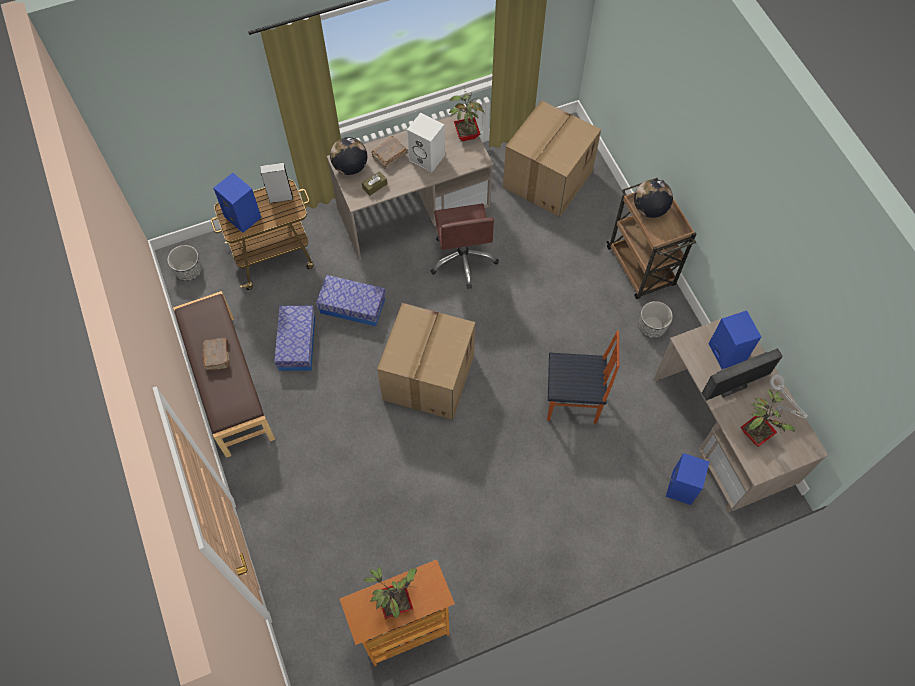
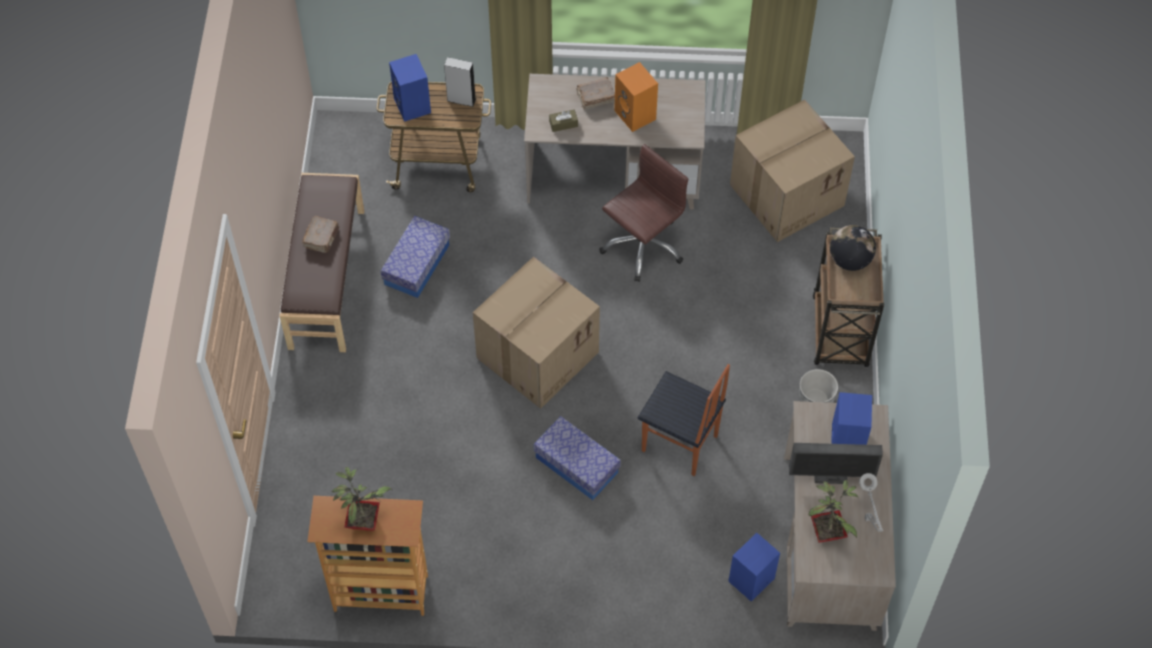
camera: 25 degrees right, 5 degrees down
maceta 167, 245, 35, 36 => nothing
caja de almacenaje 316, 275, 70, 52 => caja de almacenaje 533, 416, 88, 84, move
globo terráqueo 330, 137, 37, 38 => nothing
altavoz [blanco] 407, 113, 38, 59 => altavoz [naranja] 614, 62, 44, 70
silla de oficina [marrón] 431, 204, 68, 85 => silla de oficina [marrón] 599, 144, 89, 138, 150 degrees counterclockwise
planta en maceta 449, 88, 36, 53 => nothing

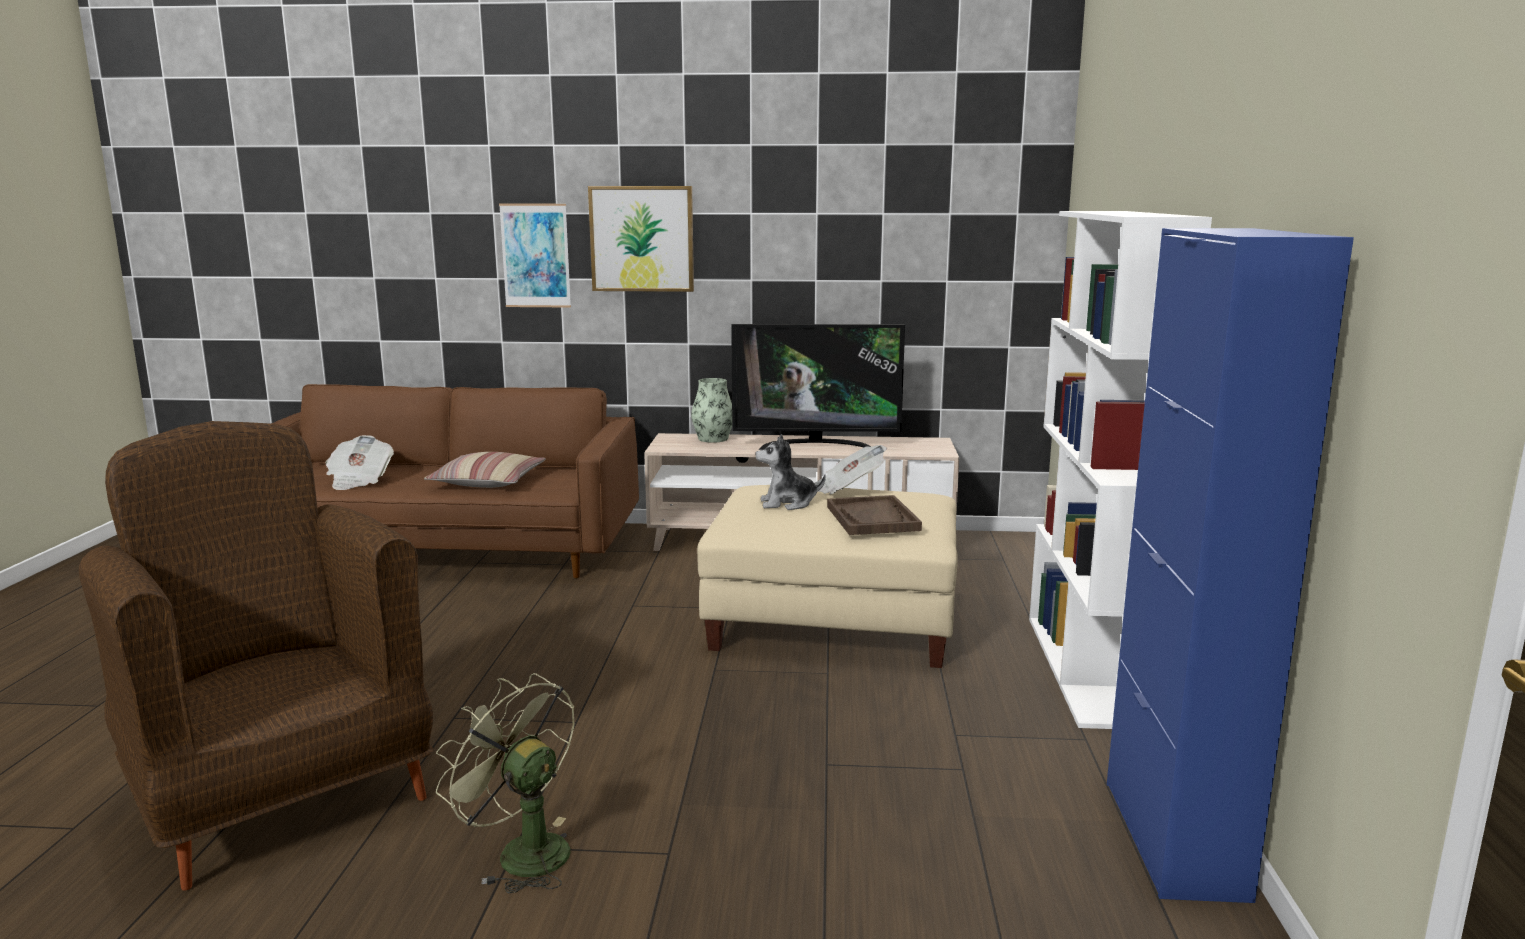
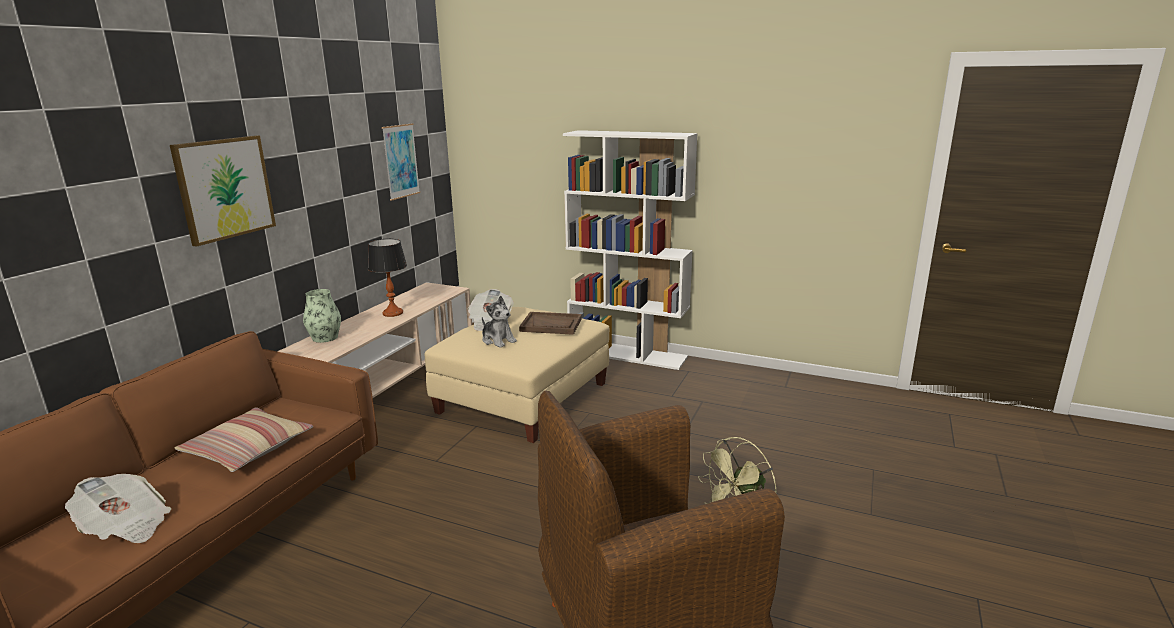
camera: 70 degrees left, 5 degrees up
cuadro 499, 204, 72, 104 => cuadro 382, 123, 38, 78, move
televisor 731, 324, 174, 126 => lámpara de mesa 367, 239, 40, 78
peluche 755, 434, 71, 76 => peluche 482, 296, 35, 52, 60 degrees counterclockwise
armario [azul] 1107, 228, 247, 675 => nothing

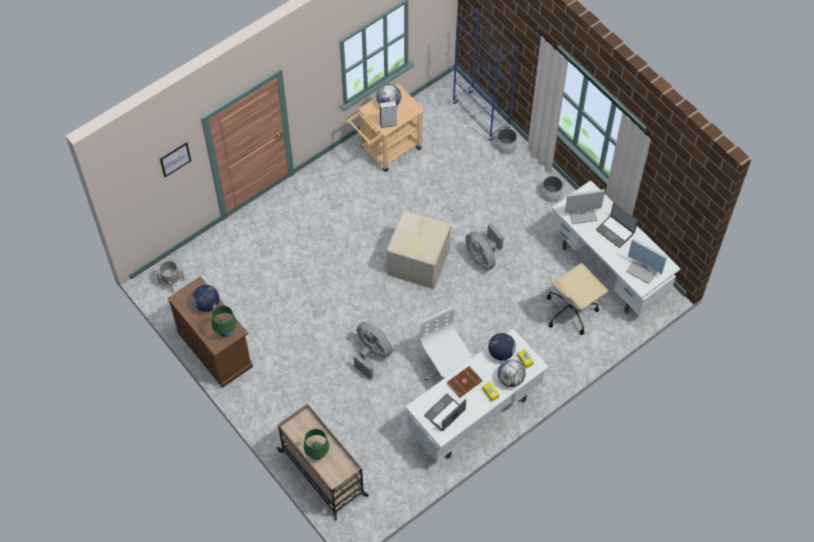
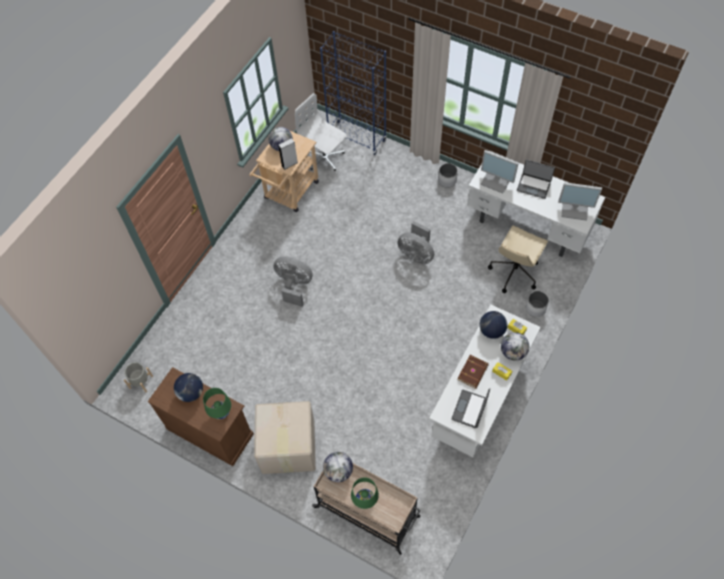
camera: 20 degrees left, 0 degrees up
cuadro 160, 142, 31, 35 => nothing
ventilador [gris] 354, 322, 39, 58 => ventilador [gris] 274, 256, 39, 51, move
caja de cartón 386, 210, 65, 79 => caja de cartón 254, 401, 62, 73, move
silla de oficina [blanco] 420, 307, 53, 73 => silla de oficina [blanco] 295, 93, 52, 78, move
maceta [blanco] 496, 128, 21, 26 => maceta [blanco] 526, 291, 23, 26, move
monitor 565, 189, 40, 35 => monitor 480, 150, 39, 43, 120 degrees counterclockwise
nothing => globo terráqueo 323, 452, 30, 30

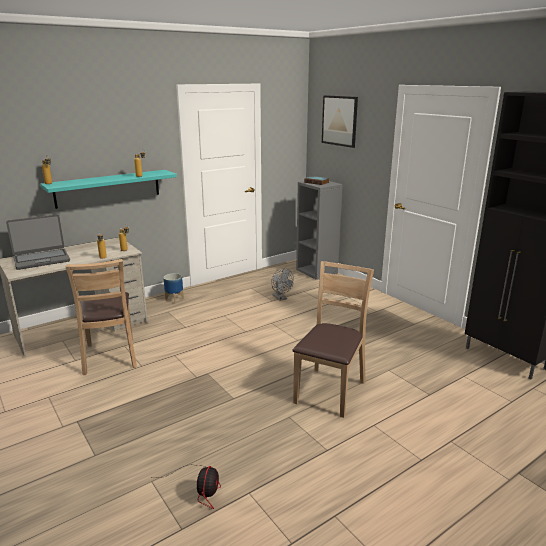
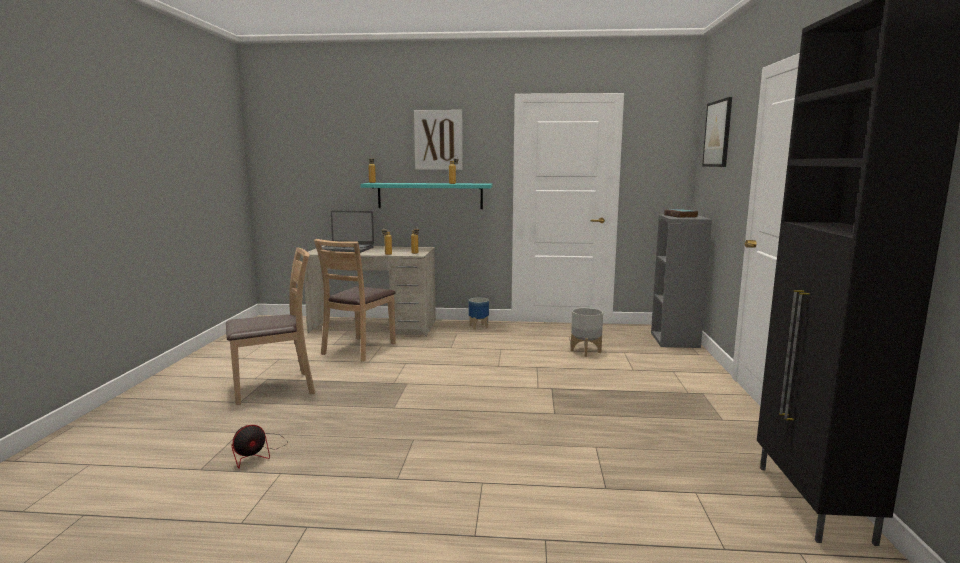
camera: 40 degrees right, 10 degrees down
ventilador [gris] 271, 268, 23, 33 => maceta [gris] 571, 308, 32, 49
silla [marrón] 293, 261, 81, 157 => silla [marrón] 226, 247, 89, 158, move
nothing => cuadro 414, 110, 49, 60

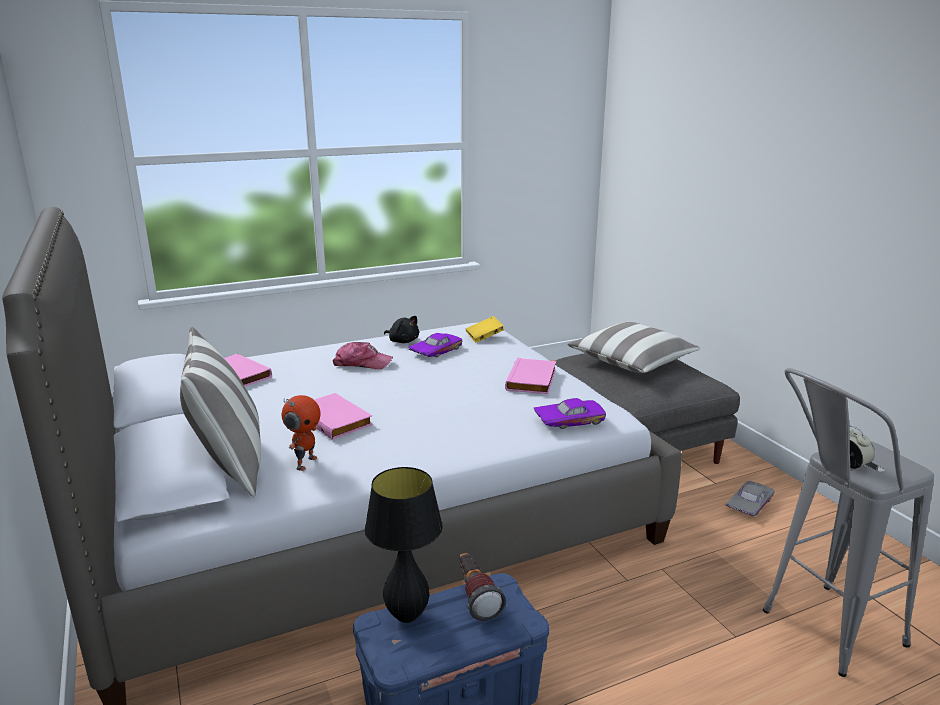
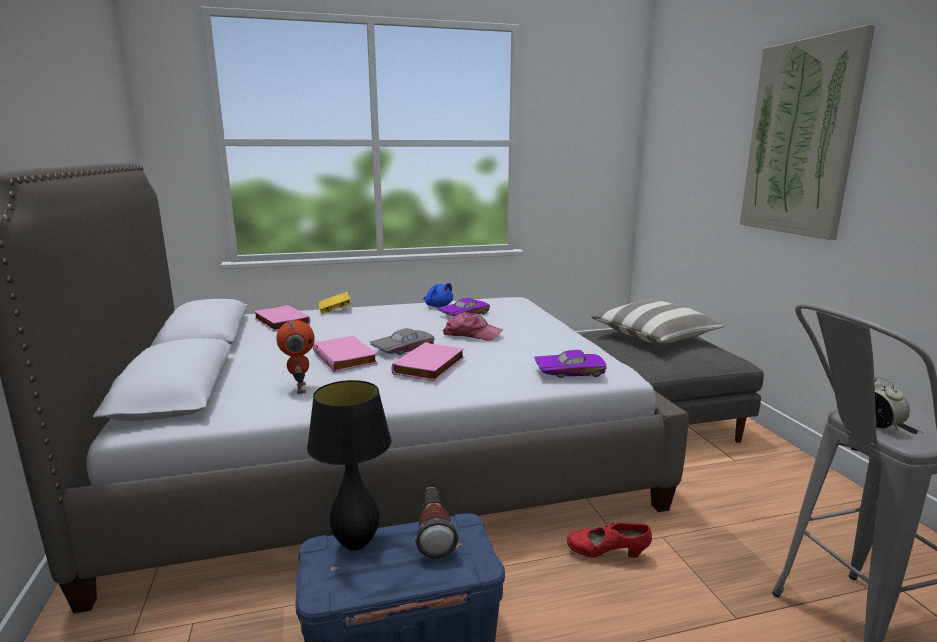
camera: 10 degrees right, 5 degrees down
cojín 180, 327, 81, 170 => nothing
robot de juguete 282, 395, 38, 76 => robot de juguete 276, 320, 39, 74, 45 degrees counterclockwise
gorra 333, 342, 60, 27 => gorra 443, 312, 60, 28, move
peluche [negro] 384, 316, 35, 27 => peluche [azul] 423, 283, 30, 24
libro [amarillo] 466, 316, 38, 27 => libro [amarillo] 319, 291, 32, 23, move
libro [rosa] 505, 357, 51, 37 => libro [rosa] 391, 342, 74, 39, move
coche de juguete [gris] 726, 481, 49, 35 => coche de juguete [gris] 370, 328, 64, 27, move
nothing => zapato [rojo] 567, 522, 85, 36
nothing => cuadro 740, 25, 135, 215

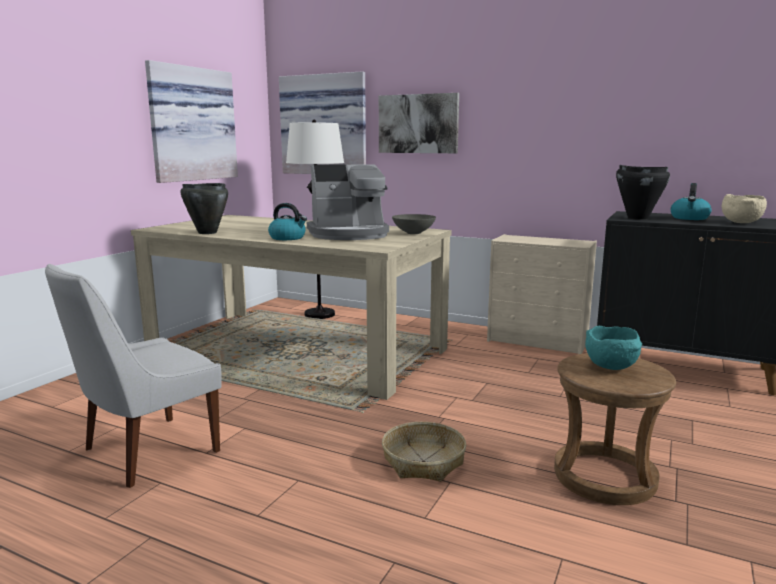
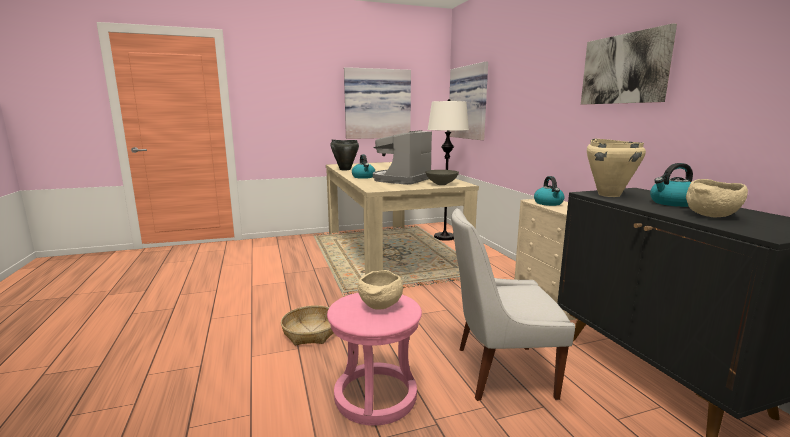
camera: 45 degrees right, 0 degrees up
silla [blanco] 45, 264, 177, 224 => silla [blanco] 451, 208, 124, 193, move
cafetera 307, 164, 82, 76 => cafetera 373, 130, 59, 55, 90 degrees clockwise
cuadro 379, 93, 80, 60 => cuadro 581, 23, 96, 81, move
taburete [marrón] 554, 353, 122, 152 => taburete [rosa] 327, 293, 95, 133
cuenco [turquesa] 585, 326, 57, 44 => cuenco [beis] 357, 270, 46, 40
olla [negro] 616, 165, 54, 55 => olla [beis] 587, 139, 59, 58
nothing => hervidor 534, 176, 31, 30

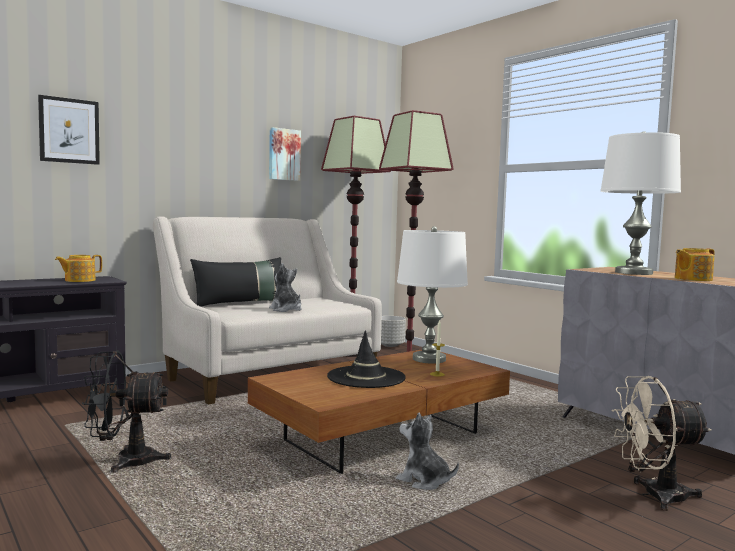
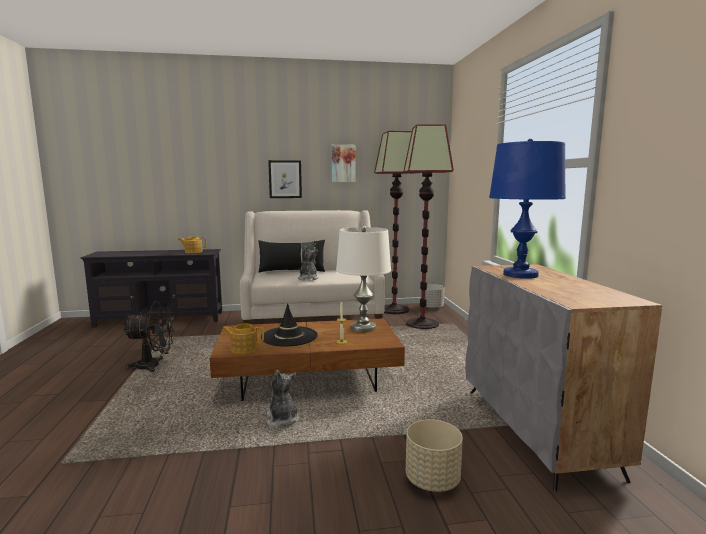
camera: 30 degrees right, 5 degrees up
cuadro 38, 95, 62, 70 => cuadro 268, 160, 34, 38, move
ventilador [negro] 82, 351, 89, 122 => ventilador [negro] 124, 301, 50, 71, 150 degrees clockwise
lámpara de mesa [blanco] 600, 131, 81, 144 => lámpara de mesa [azul] 489, 139, 77, 140
ventilador [beis] 611, 376, 100, 135 => maceta [beis] 406, 419, 57, 73
tetera 675, 248, 40, 33 => tetera 222, 324, 42, 30, move

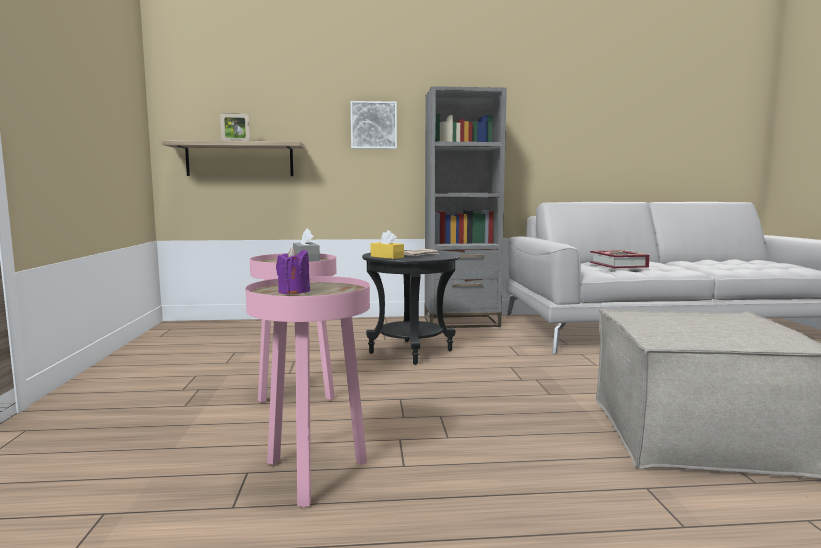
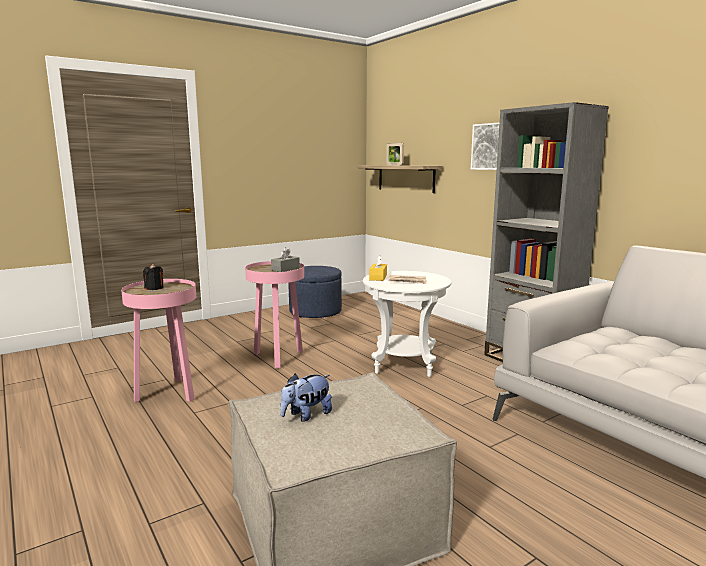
camera: 60 degrees right, 5 degrees up
vela [morado] 276, 247, 34, 47 => vela [negro] 143, 264, 20, 26
mesa auxiliar [negro] 362, 250, 98, 115 => mesa auxiliar [blanco] 363, 271, 88, 106
libro 590, 250, 60, 19 => nothing
nothing => peluche 280, 374, 52, 48
nothing => puf [azul] 288, 266, 54, 52

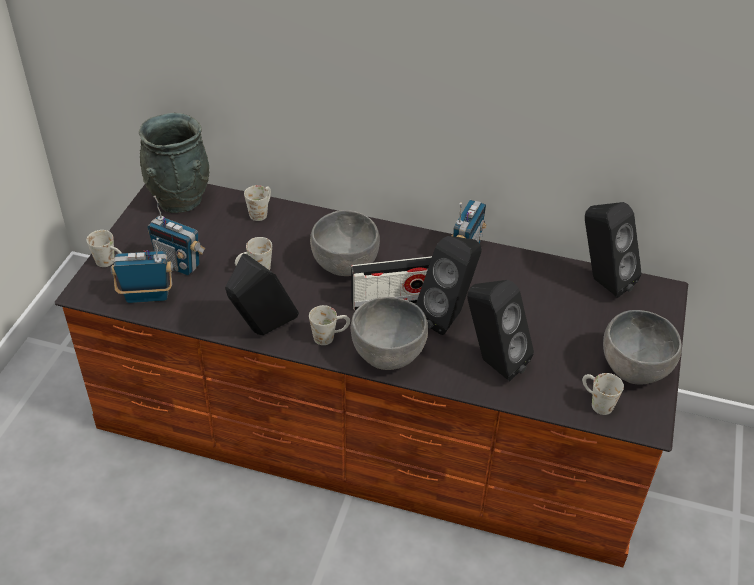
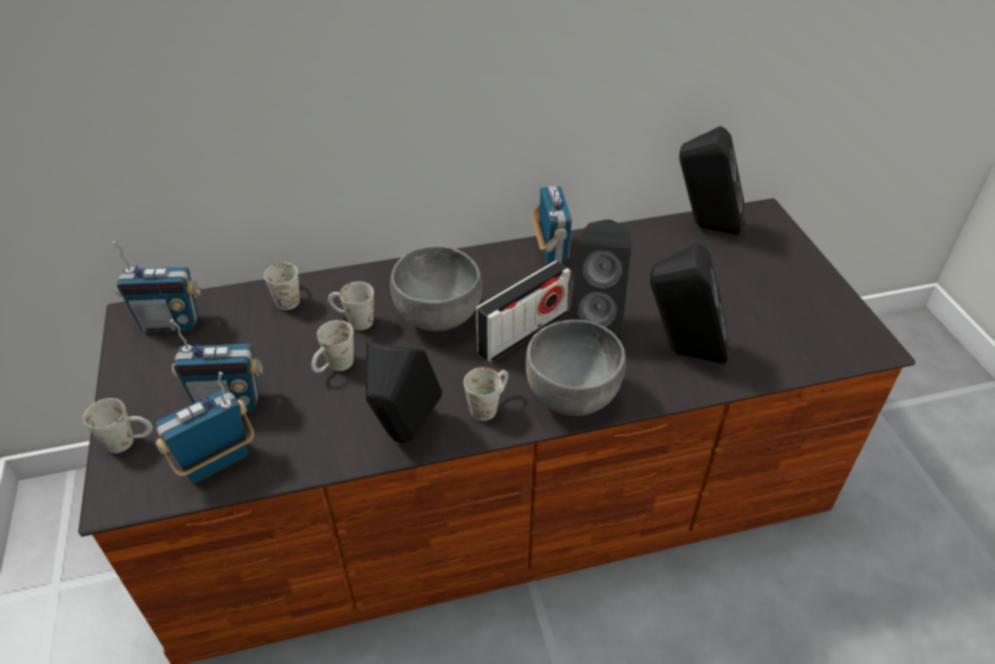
camera: 30 degrees left, 0 degrees up
florero [gris] 139, 113, 70, 100 => radio 112, 241, 89, 91
taza grande [blanco] 582, 373, 42, 42 => taza grande [blanco] 328, 281, 46, 49, move
cuenco [gris] 603, 310, 79, 74 => nothing

